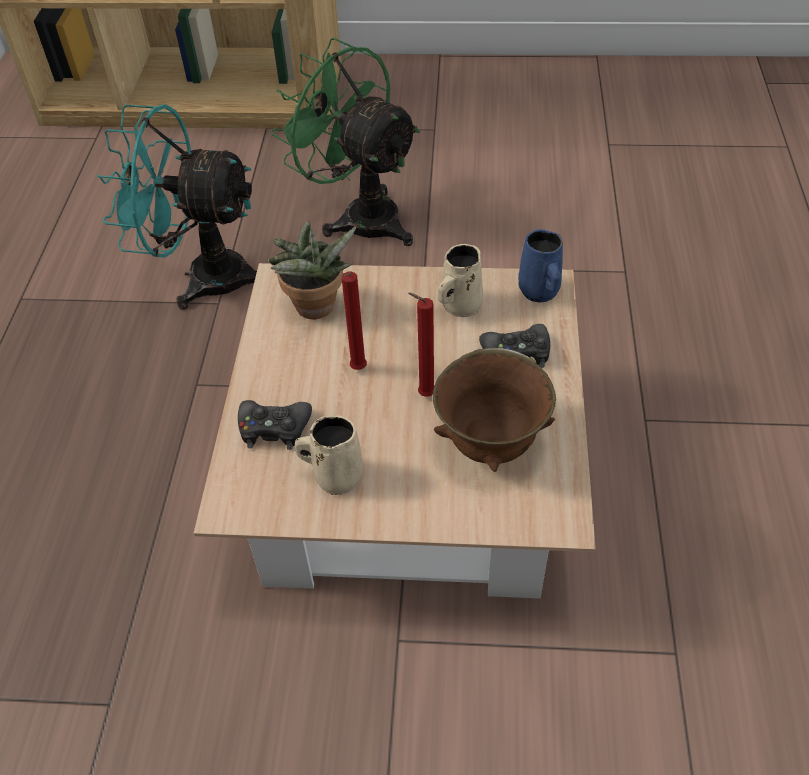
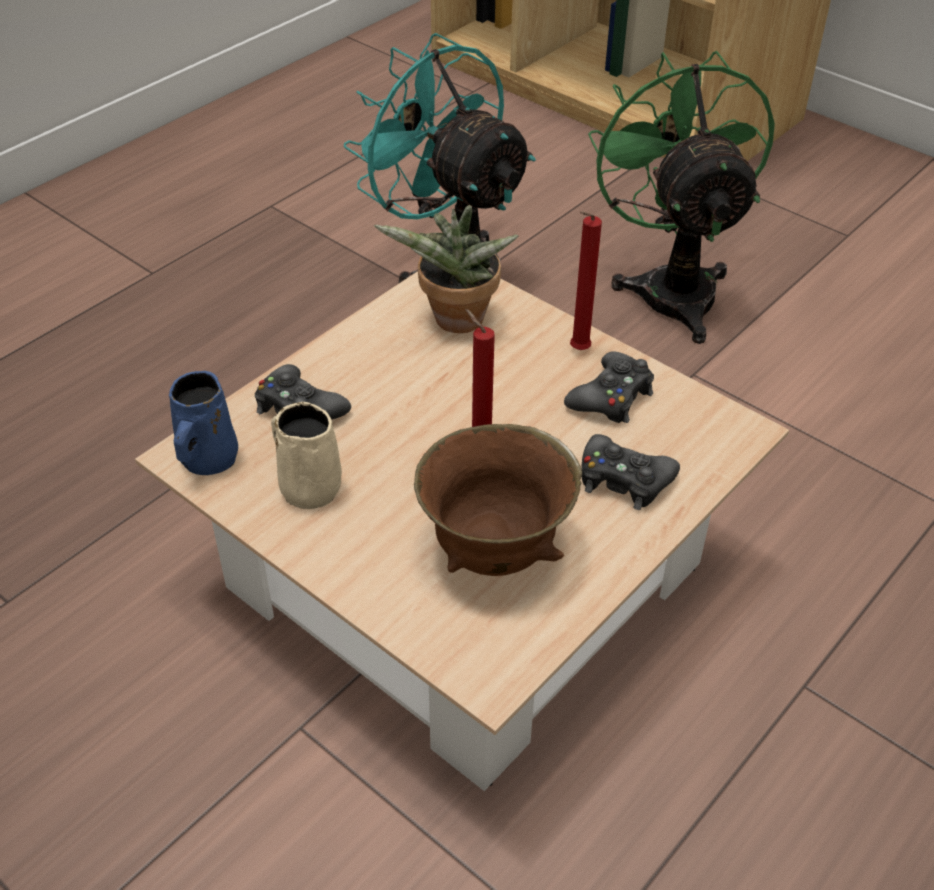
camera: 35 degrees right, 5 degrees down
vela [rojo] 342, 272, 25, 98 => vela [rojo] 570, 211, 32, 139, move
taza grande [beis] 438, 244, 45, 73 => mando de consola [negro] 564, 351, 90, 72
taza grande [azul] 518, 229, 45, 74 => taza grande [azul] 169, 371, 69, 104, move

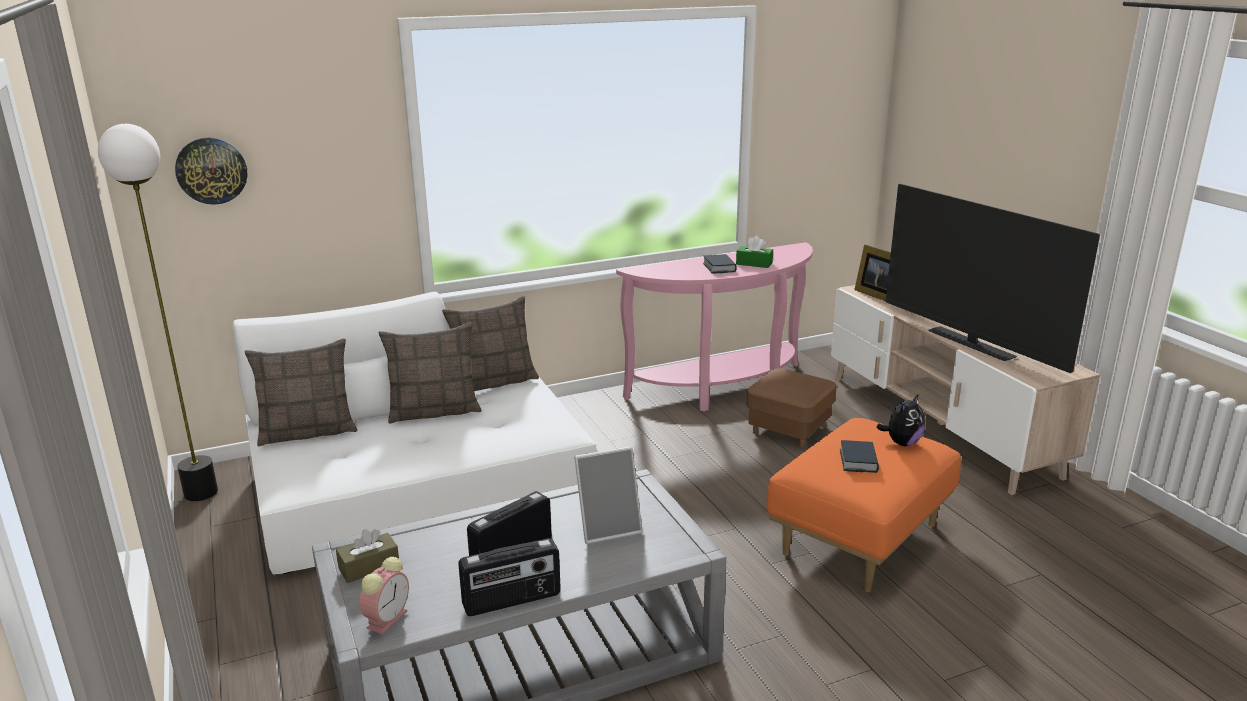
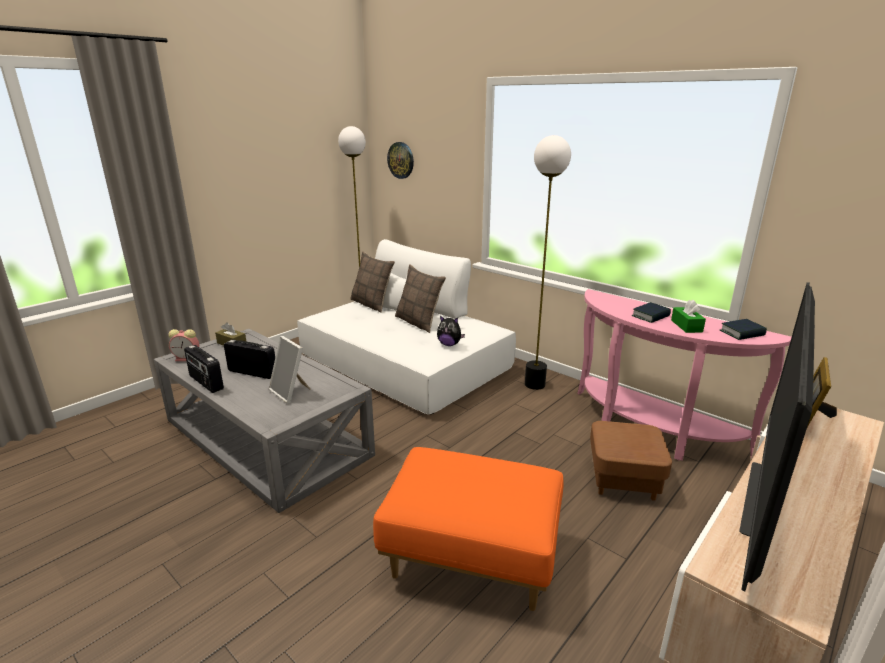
camera: 65 degrees right, 0 degrees up
cojín 442, 296, 97, 95 => nothing
libro 840, 440, 39, 33 => libro 720, 319, 47, 21, move
peluche 876, 394, 49, 52 => peluche 437, 316, 28, 30, move
nothing => lámpara de pie 525, 135, 46, 255

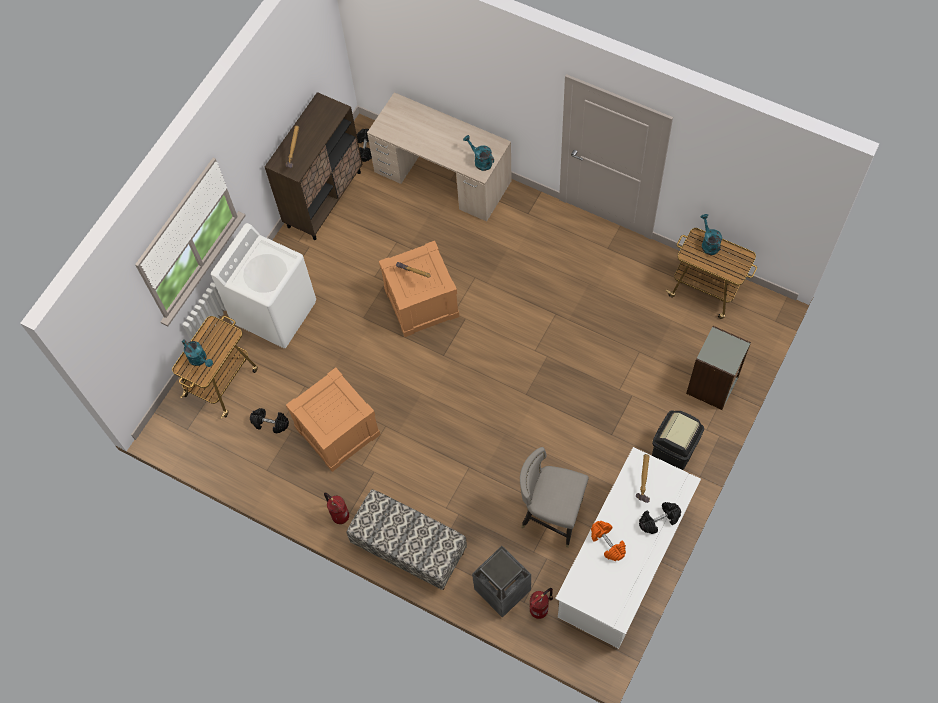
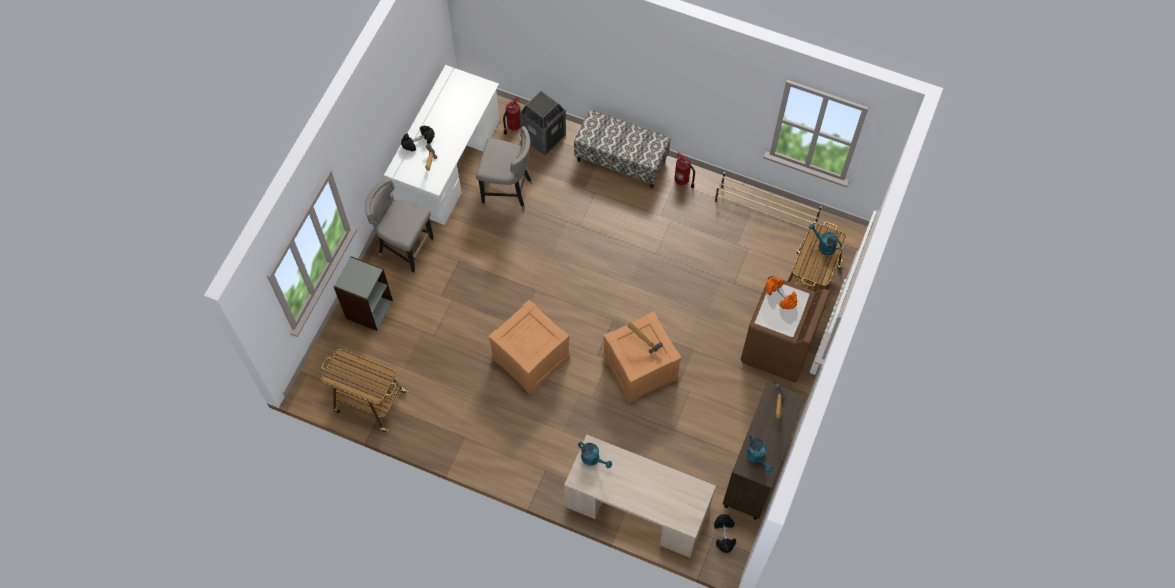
camera: 170 degrees right, 0 degrees up
lavadora [blanco] 211, 223, 105, 125 => lavadora [marrón] 741, 276, 89, 107
mancuerna [negro] 250, 408, 39, 25 => nothing
caja de embalaje 286, 368, 95, 104 => caja de embalaje 488, 299, 82, 96, move
mancuerna [naranja] 591, 521, 35, 40 => mancuerna [naranja] 766, 277, 32, 32, move
papelera [negro] 652, 410, 52, 60 => taburete [gris] 365, 178, 69, 97
regadera [turquesa] 701, 214, 21, 41 => regadera [turquesa] 747, 435, 26, 37, move
nothing => zapatero [beis] 715, 172, 106, 58

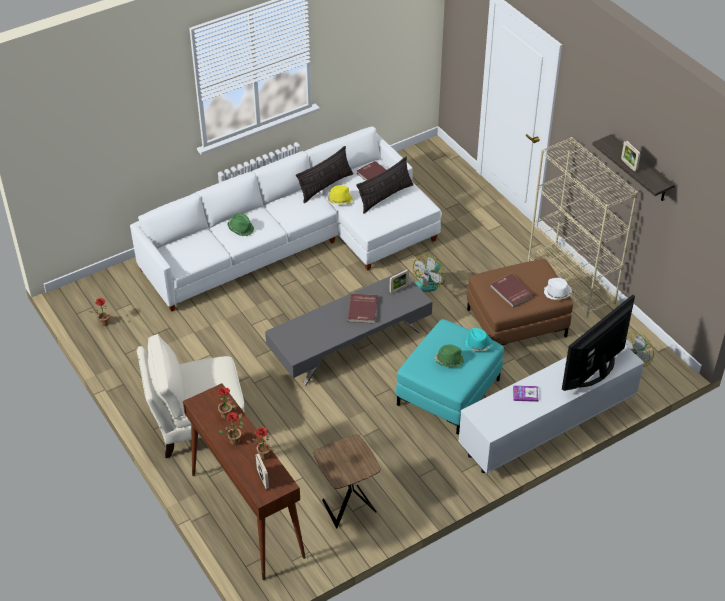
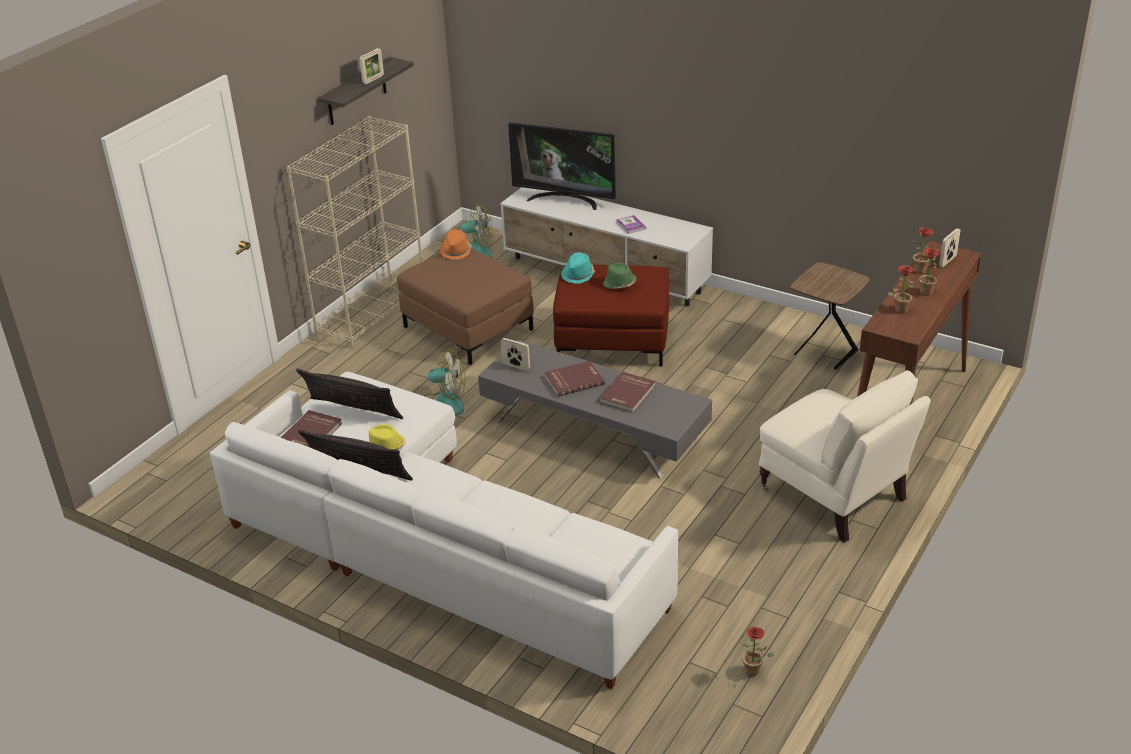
camera: 115 degrees left, 10 degrees down
sombrero [verde] 227, 213, 27, 23 => nothing
puf [turquesa] 396, 319, 108, 116 => puf [rojo] 553, 265, 116, 101
libro [rojo] 491, 274, 43, 34 => libro [rojo] 598, 372, 58, 41, move
sombrero [blanco] 544, 278, 28, 22 => sombrero [naranja] 440, 230, 32, 30

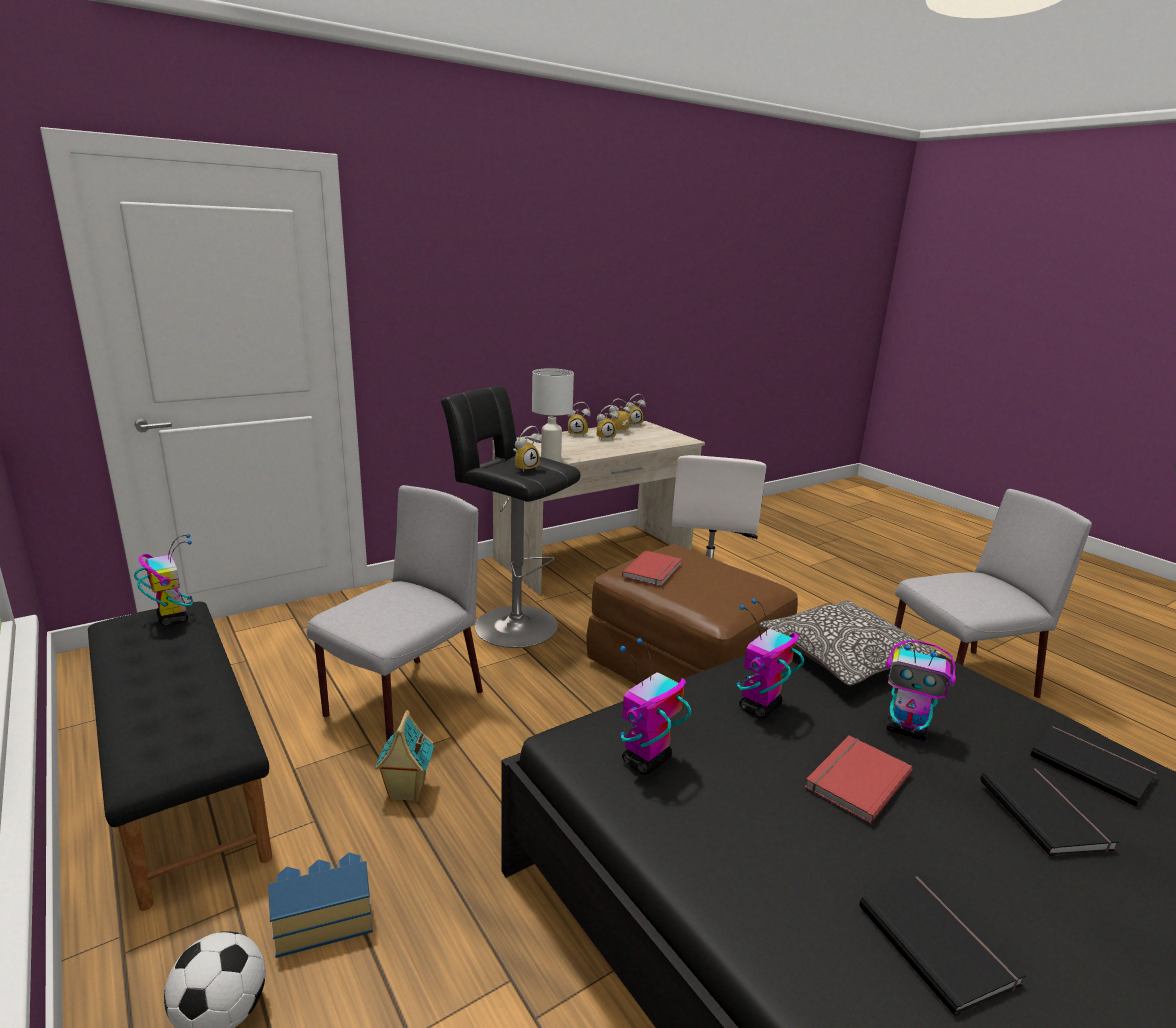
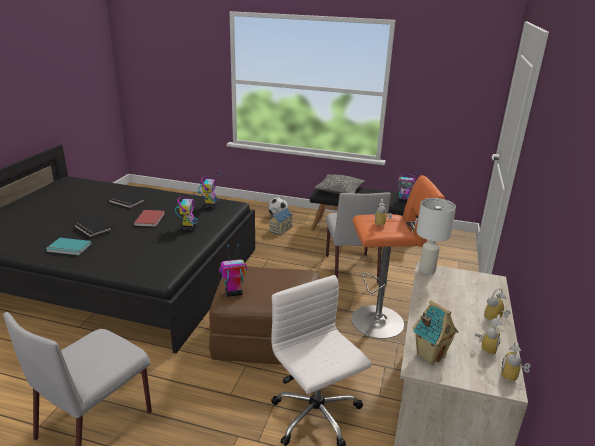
camera: 140 degrees right, 5 degrees up
casita 375, 710, 59, 92 => casita 412, 300, 46, 65, move
taburete [negro] 440, 386, 141, 262 => taburete [naranja] 351, 175, 94, 164
despertador 597, 405, 22, 35 => nothing
libro [rojo] 622, 551, 60, 35 => nothing
cojín 760, 600, 182, 85 => cojín 314, 174, 51, 20, move
robot de juguete 885, 640, 71, 101 => robot de juguete 219, 244, 28, 53, move
libro [negro] 1031, 724, 127, 83 => libro [turquesa] 46, 238, 45, 17

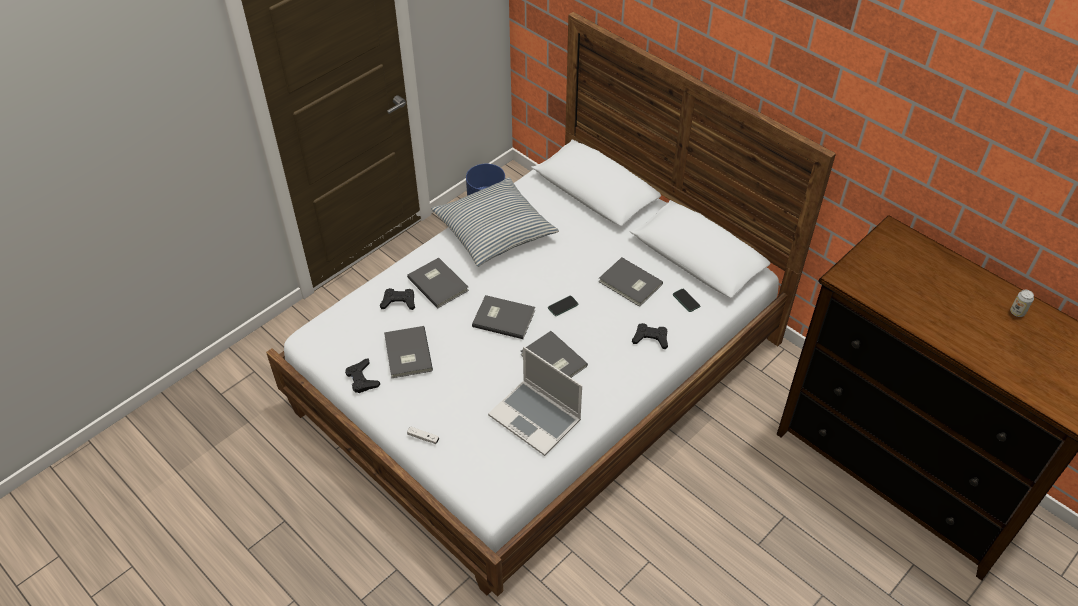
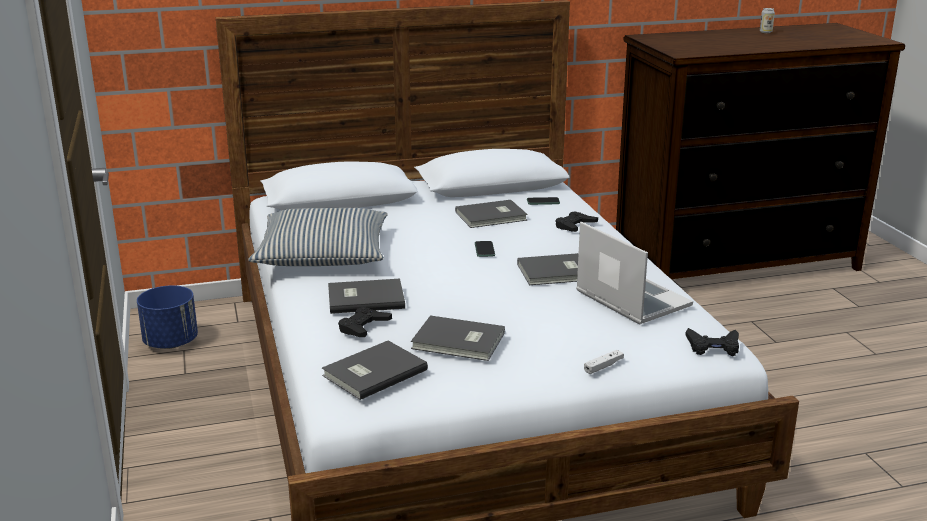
camera: 60 degrees left, 25 degrees down
mando de consola [negro] 345, 358, 35, 35 => mando de consola [negro] 685, 328, 54, 28, move
libro [gris] 472, 295, 63, 44 => libro [gris] 322, 340, 106, 60, move
portátil 488, 347, 94, 109 => portátil 576, 222, 117, 103, 105 degrees counterclockwise

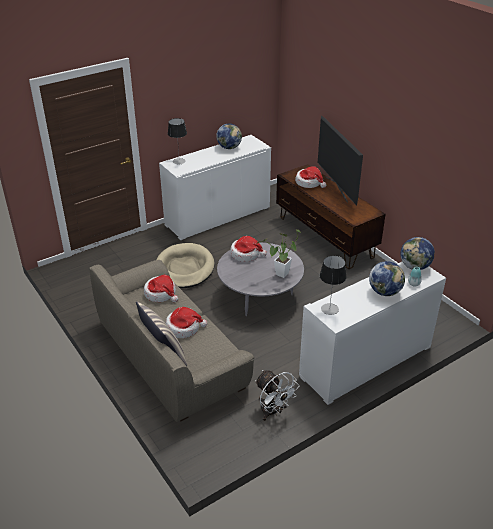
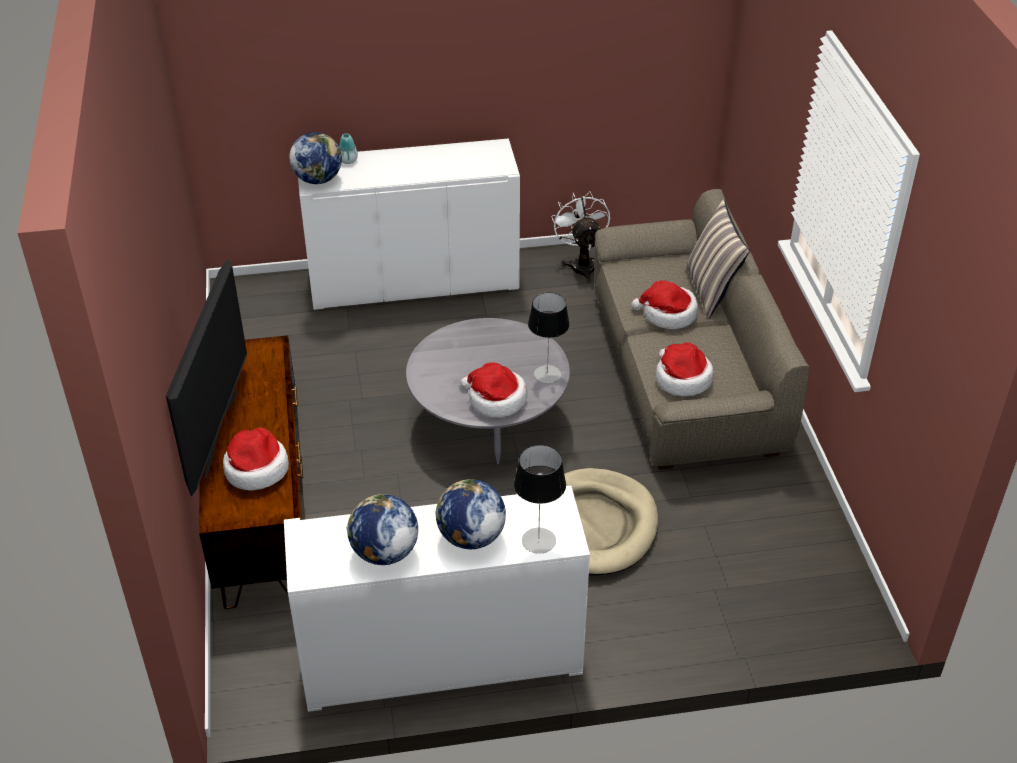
camera: 155 degrees left, 5 degrees up
planta en maceta 257, 230, 44, 48 => nothing
lámpara de mesa 320, 256, 27, 59 => lámpara de mesa 528, 292, 41, 91, move
globo terráqueo 369, 261, 36, 35 => globo terráqueo 435, 479, 71, 70, move

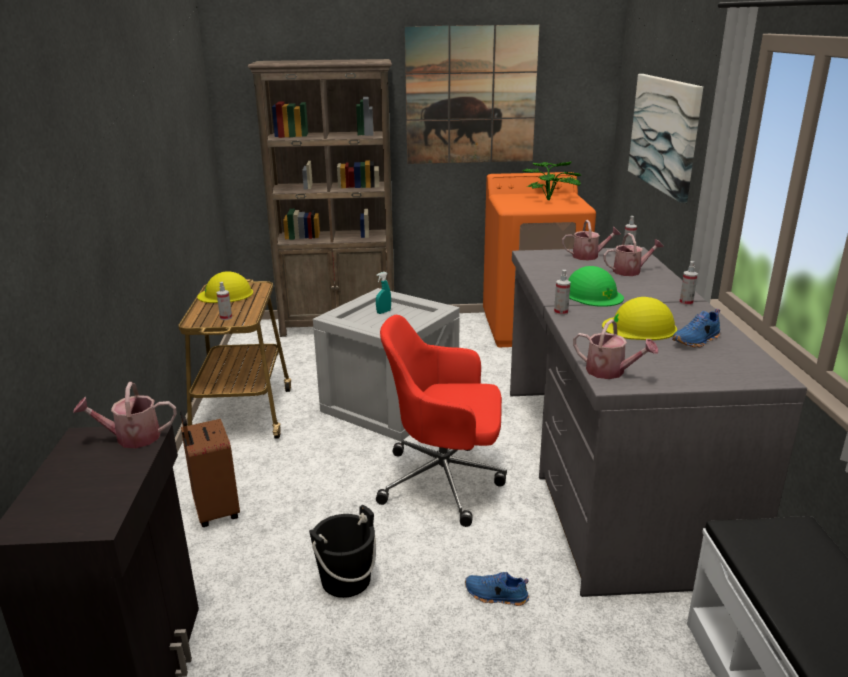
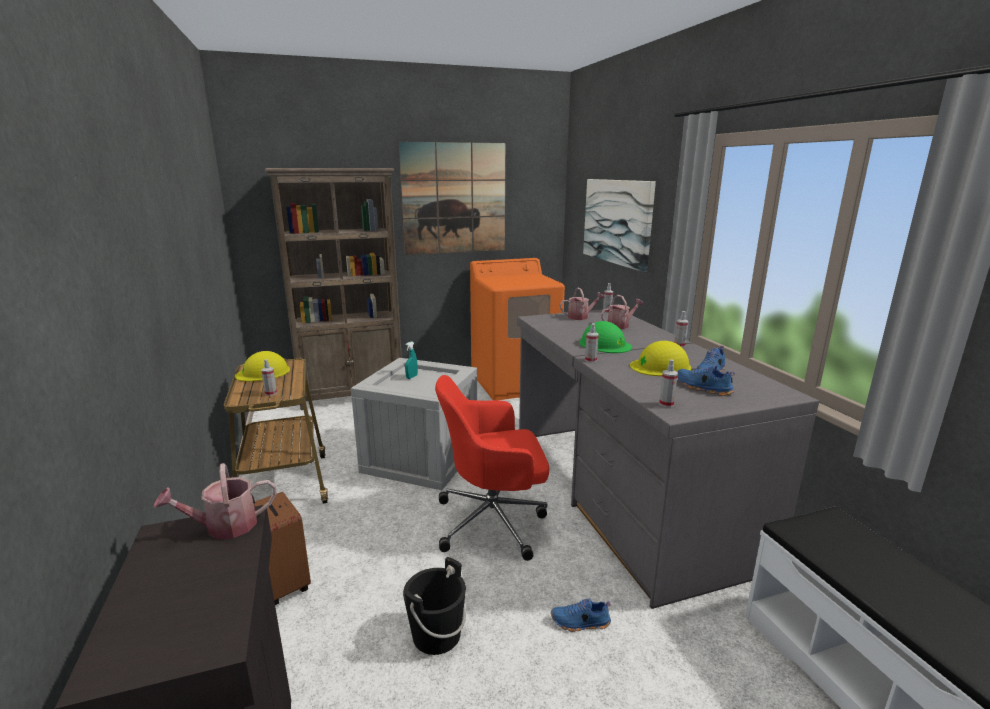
camera: 15 degrees left, 5 degrees down
planta en maceta 523, 161, 58, 39 => nothing
regadera 573, 319, 85, 60 => pulverizador 659, 359, 19, 48
nothing => zapato [azul] 677, 365, 58, 31

